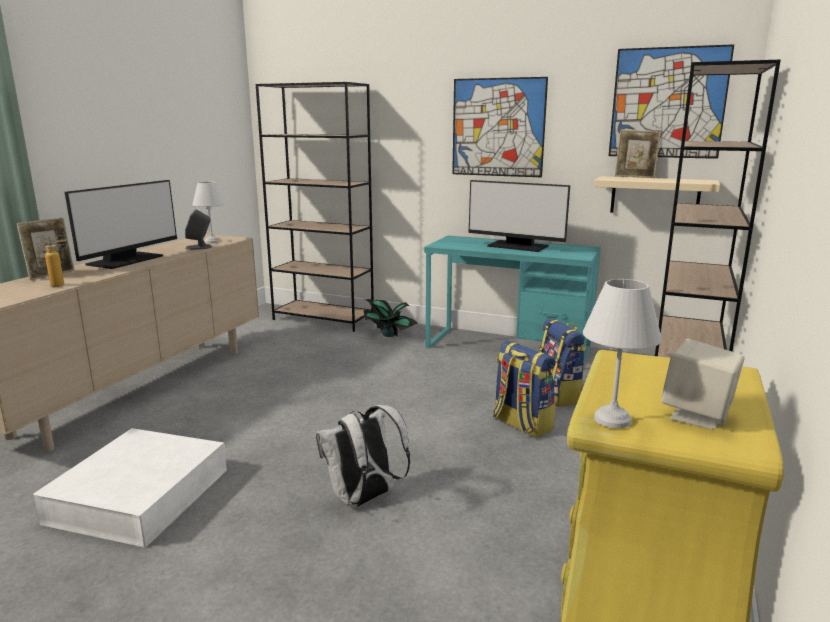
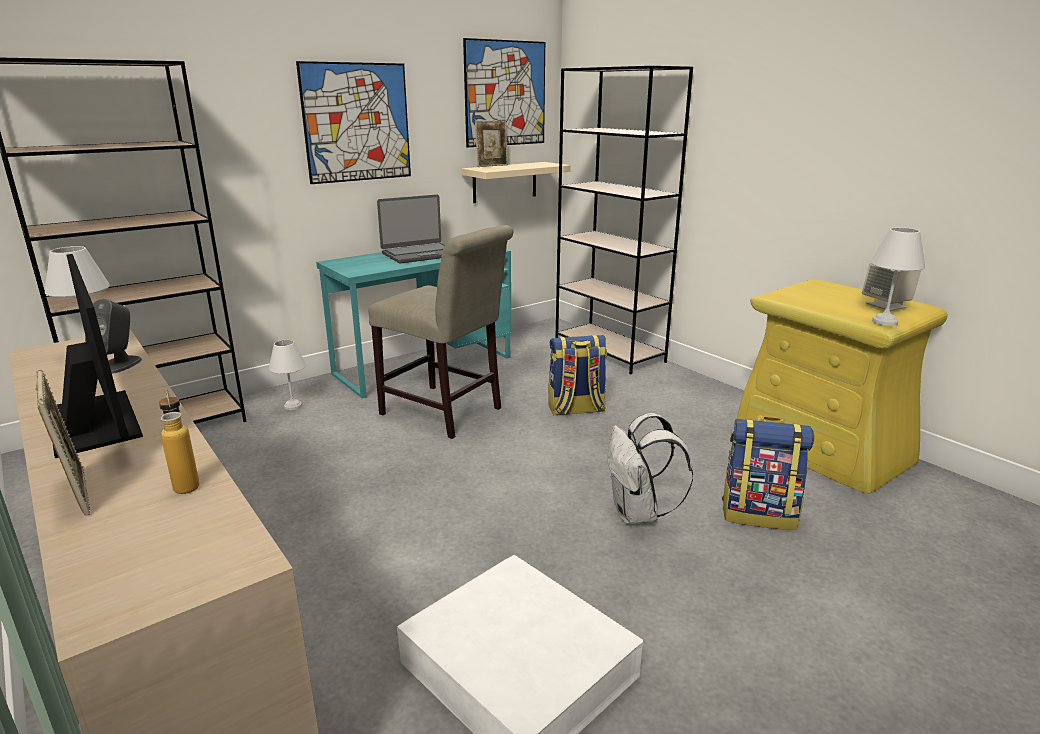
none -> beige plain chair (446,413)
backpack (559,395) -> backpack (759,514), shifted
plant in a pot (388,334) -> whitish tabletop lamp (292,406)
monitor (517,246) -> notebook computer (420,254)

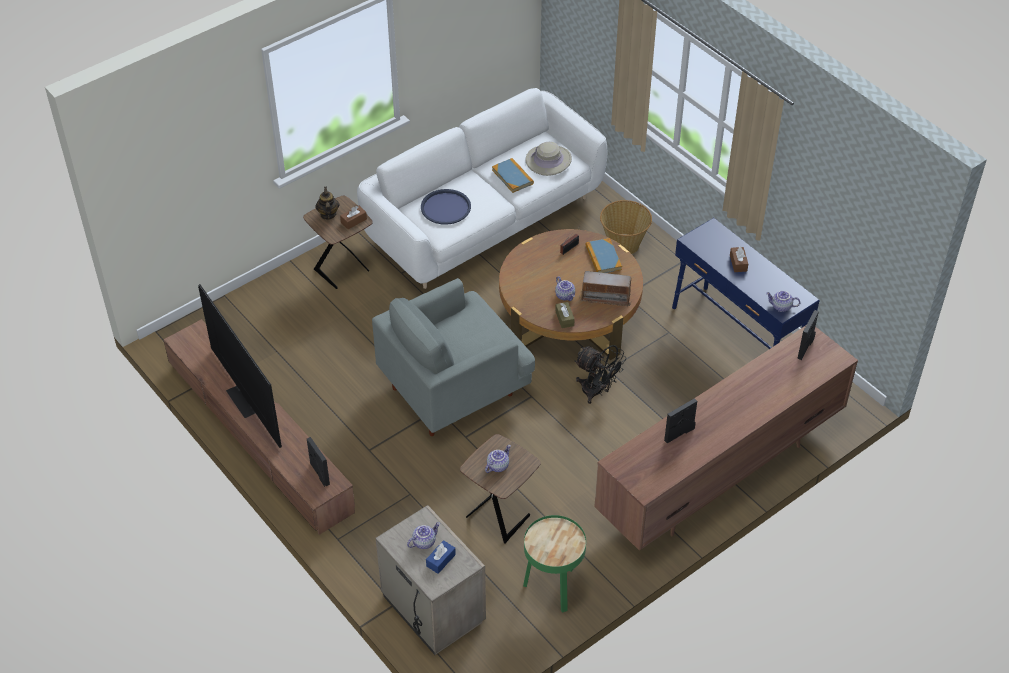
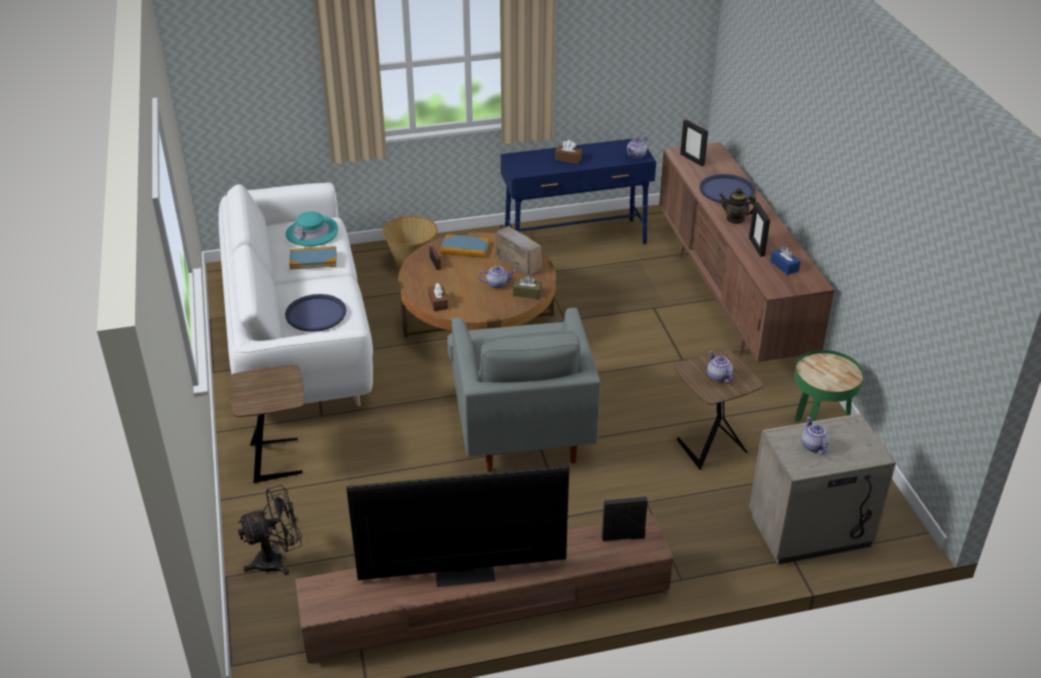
none -> bluish serving tray (727,190)
teapot (328,214) -> teapot (735,219), shifted
brownish tissue box (354,221) -> brownish tissue box (438,302), shifted
bluish tissue box (441,560) -> bluish tissue box (784,266), shifted
blackish electric fan (596,392) -> blackish electric fan (277,560), shifted
beige wearable hat (548,160) -> turquoise-coloured wearable hat (312,232)
radio receiver (606,297) -> radio receiver (518,262), 75 degrees counterclockwise

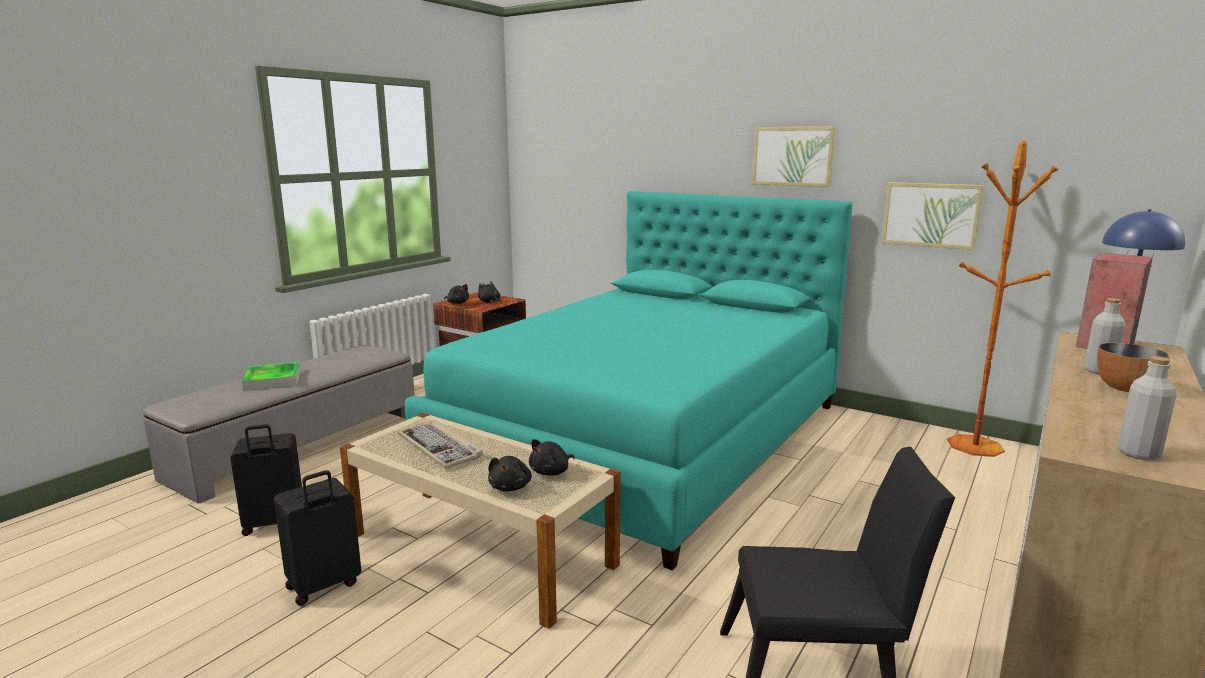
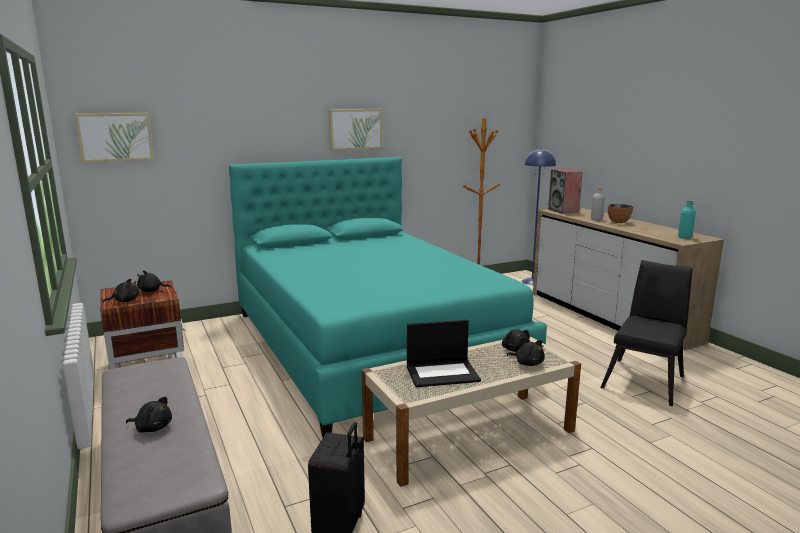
blackish travel case (324,586) -> none
wall art (931,215) -> wall art (115,137), shifted
serving tray (273,380) -> blackish plush toy (152,428)
keyboard (440,447) -> notebook computer (443,373)
greyish bottle (1138,454) -> turquoise-coloured bottle (685,237)

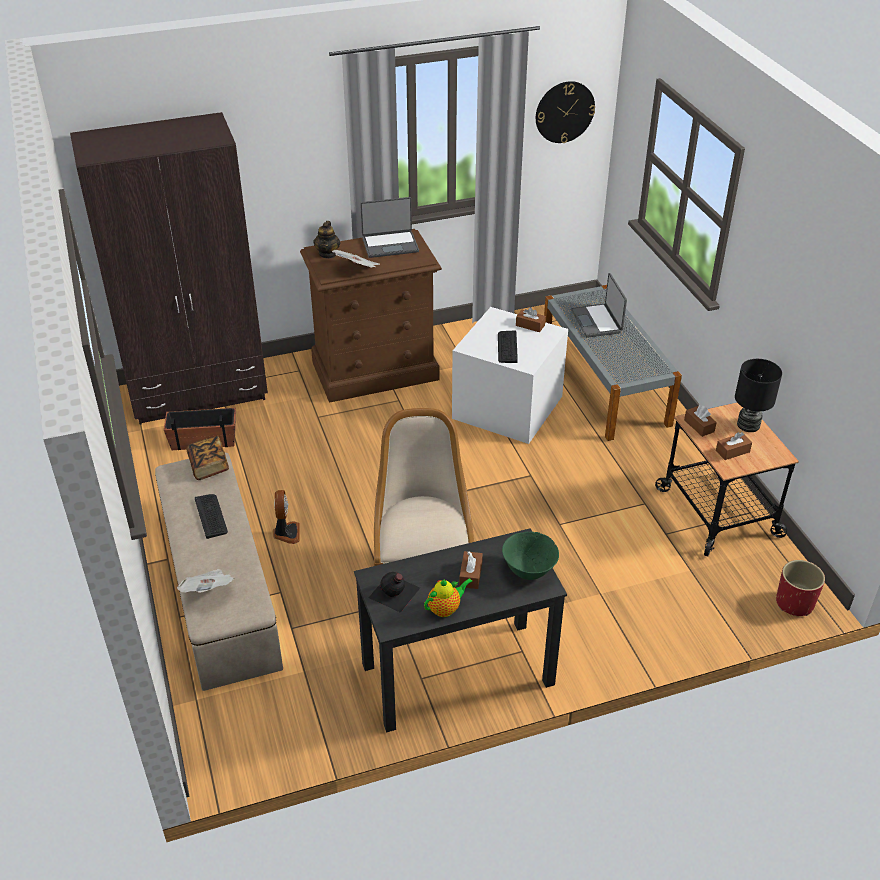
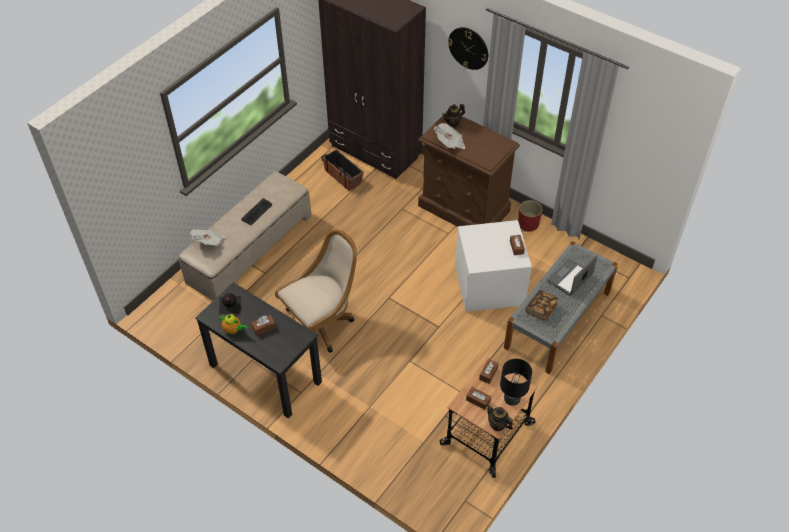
electric fan (286,533) -> none
notebook computer (390,244) -> none
keyboard (507,347) -> none
greenish deep dish (528,570) -> none
none -> teapot (497,424)
volume (209,466) -> volume (541,309), shifted
hanging clock (564,112) -> hanging clock (468,48), shifted
red-coloured plant pot (795,603) -> red-coloured plant pot (528,224), shifted

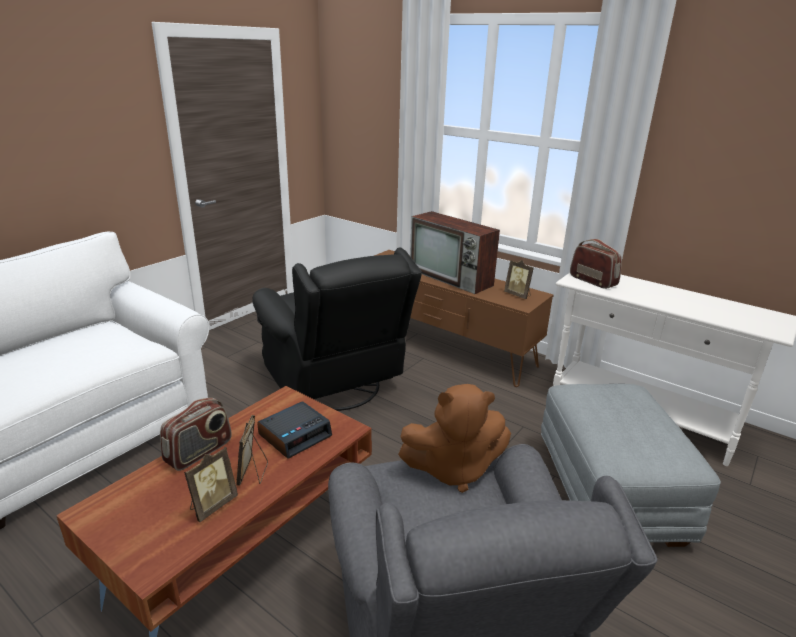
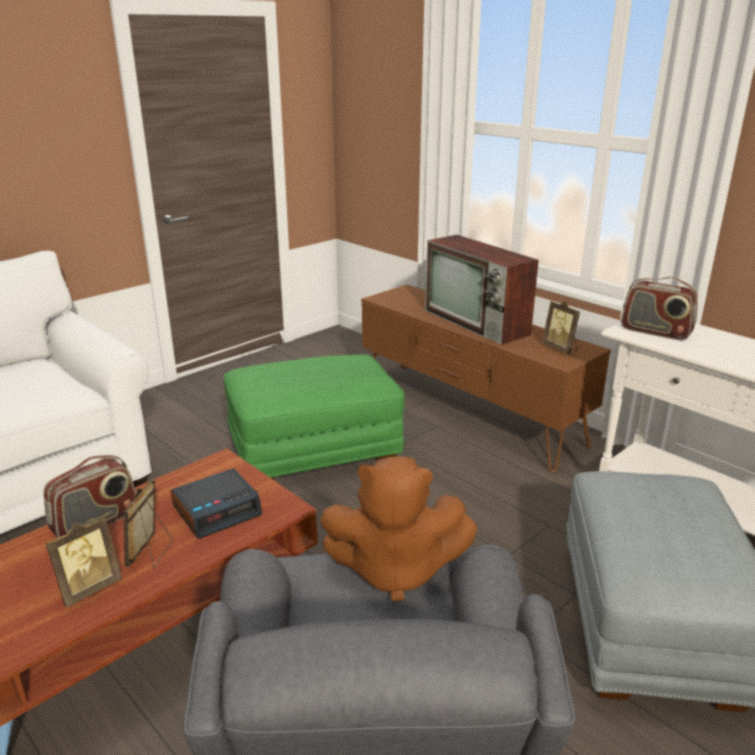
blackish lounge chair (335,385) -> greenish ottoman (314,453)
radio receiver (593,281) -> radio receiver (655,332), 150 degrees clockwise

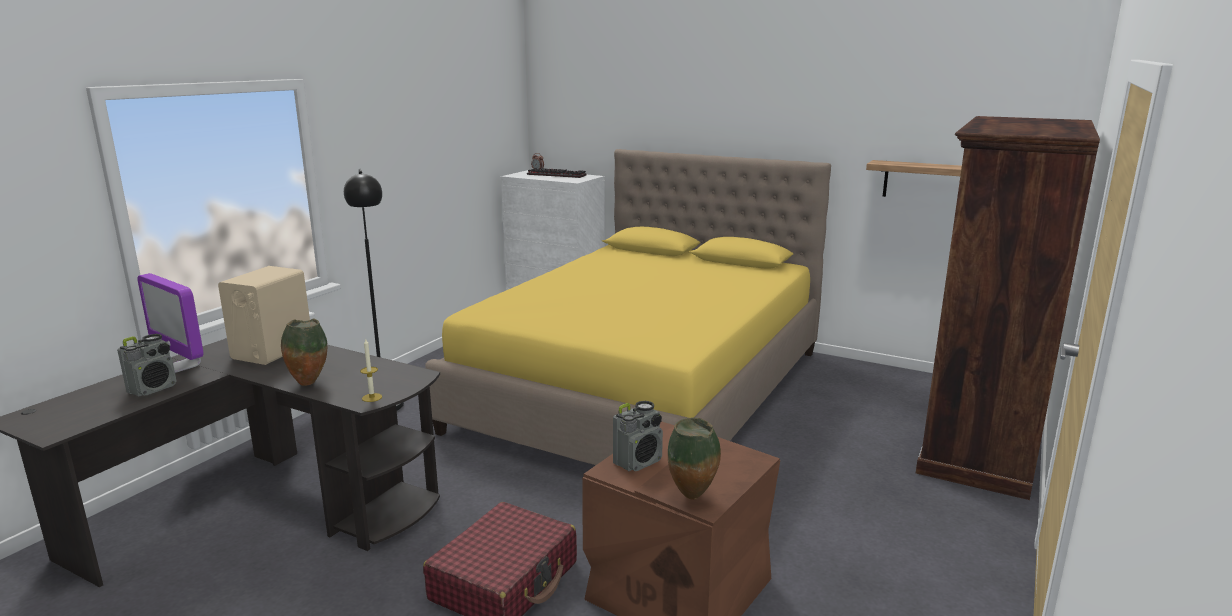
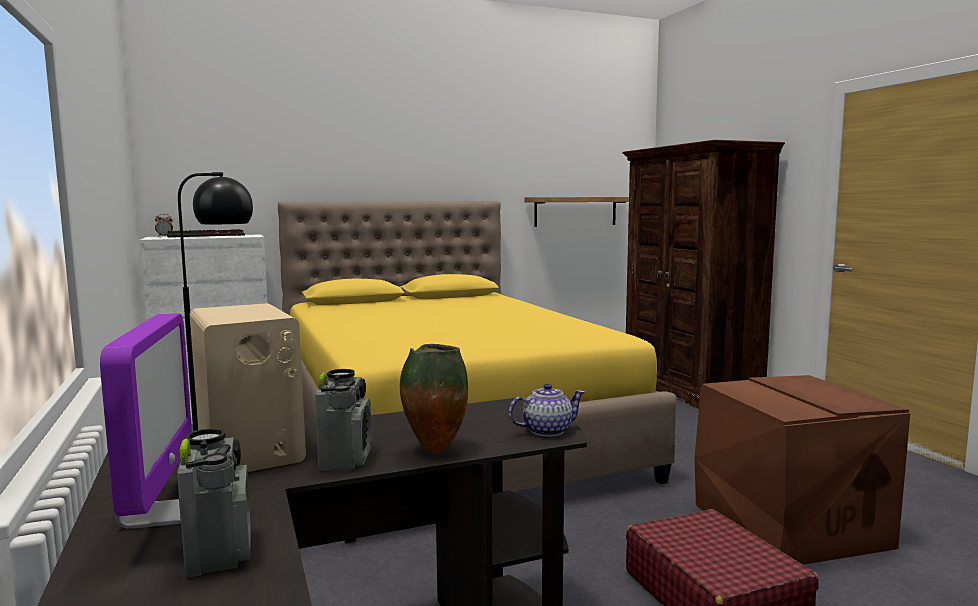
vase (693,498) -> none
radio receiver (638,462) -> radio receiver (346,458), shifted
wax light (372,397) -> teapot (546,430)
monitor (182,366) -> monitor (156,515), 90 degrees counterclockwise

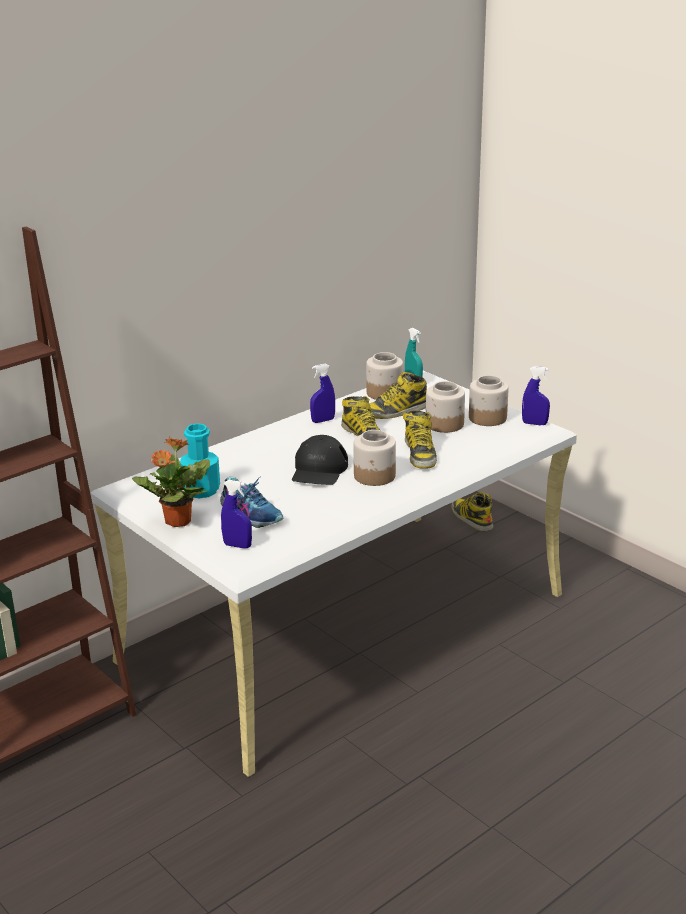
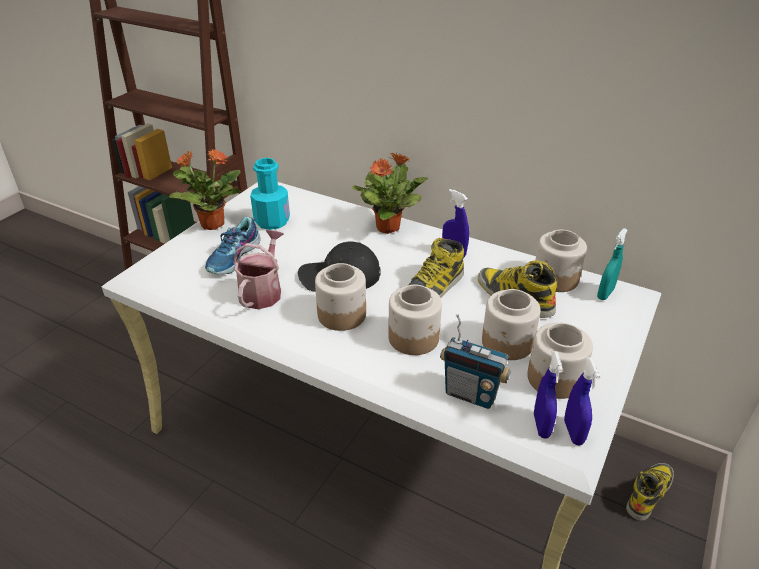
none -> watering pot (263,291)
none -> plant in a pot (388,227)
none -> radio receiver (471,394)
bluish sprayer (237,545) -> bluish sprayer (541,426), shifted
boot (420,454) -> jar (414,338)

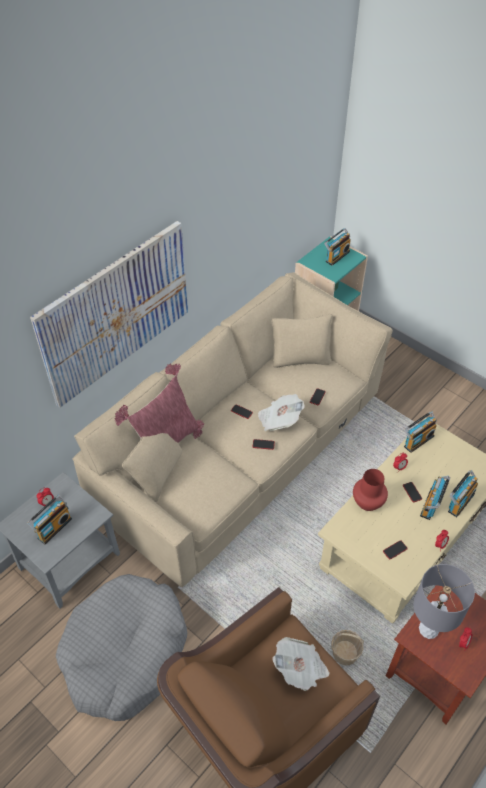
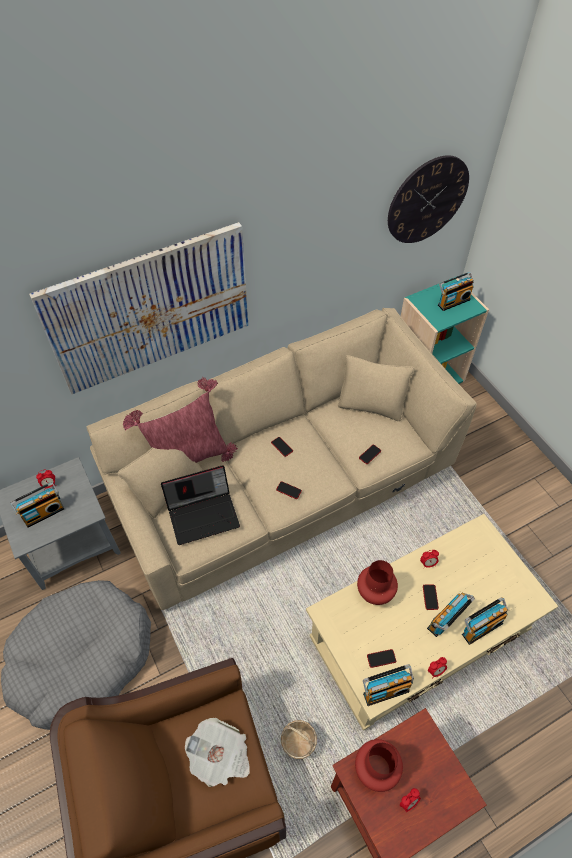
daily paper (279,420) -> none
none -> notebook computer (204,514)
none -> hanging clock (427,200)
radio receiver (417,440) -> radio receiver (385,690), shifted
greyish tabletop lamp (428,629) -> red-coloured vase (375,769)

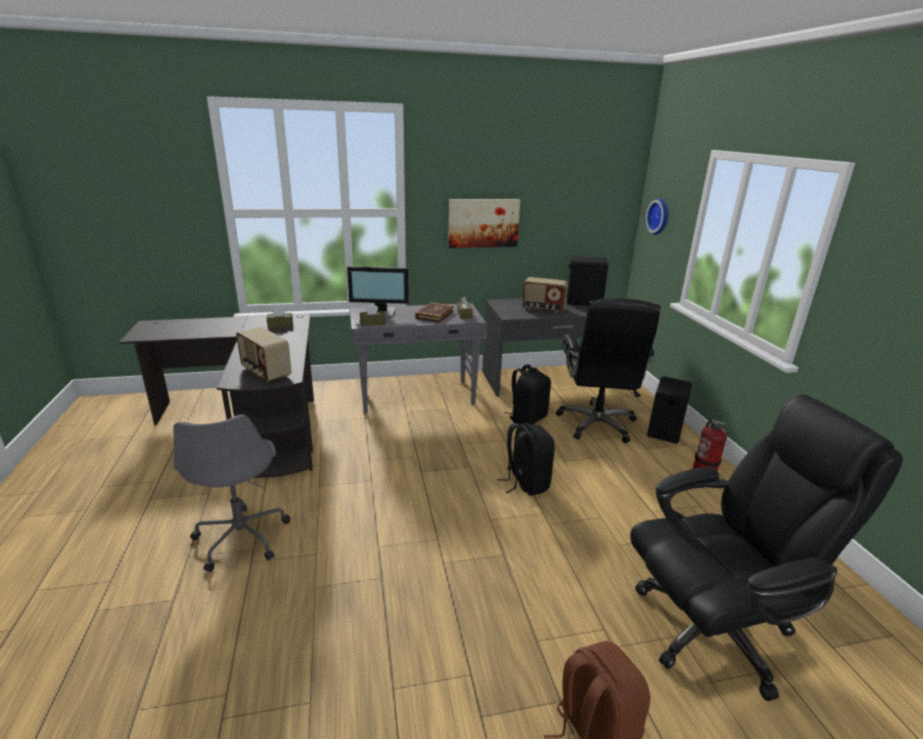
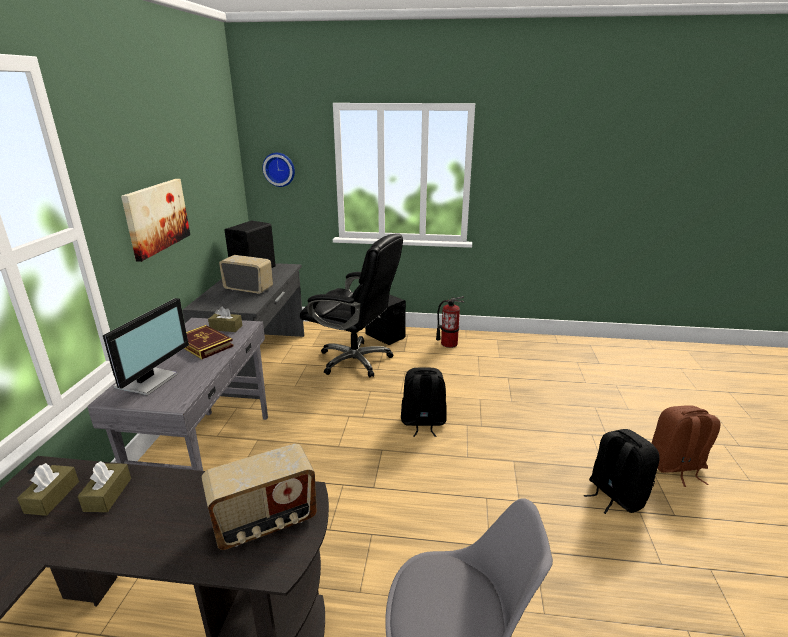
blackish computer chair (712,628) -> none
brownish tissue box (373,323) -> brownish tissue box (108,494), shifted
blackish backpack (527,418) -> blackish backpack (615,495), shifted
radio receiver (543,308) -> radio receiver (249,289), 105 degrees counterclockwise

